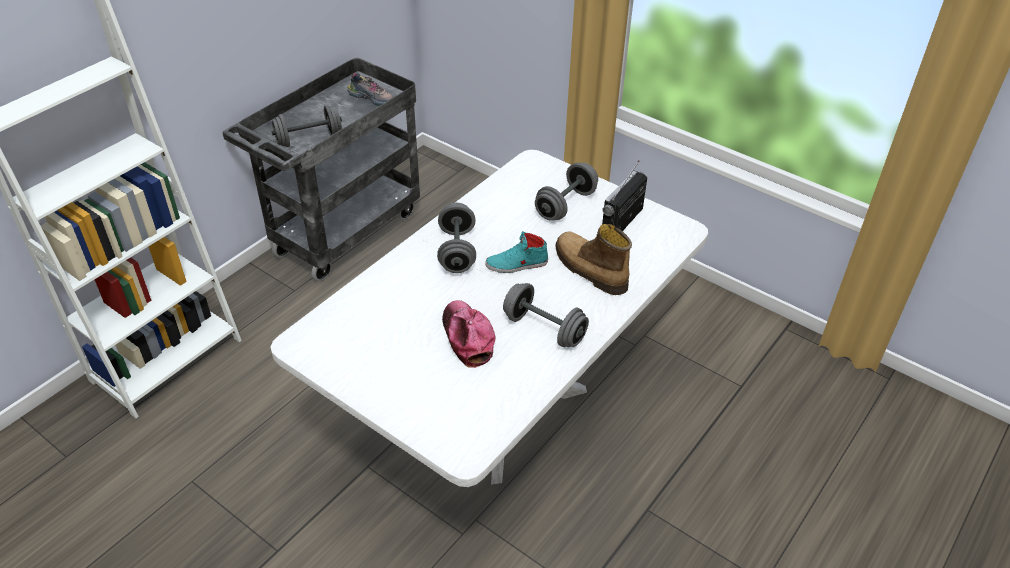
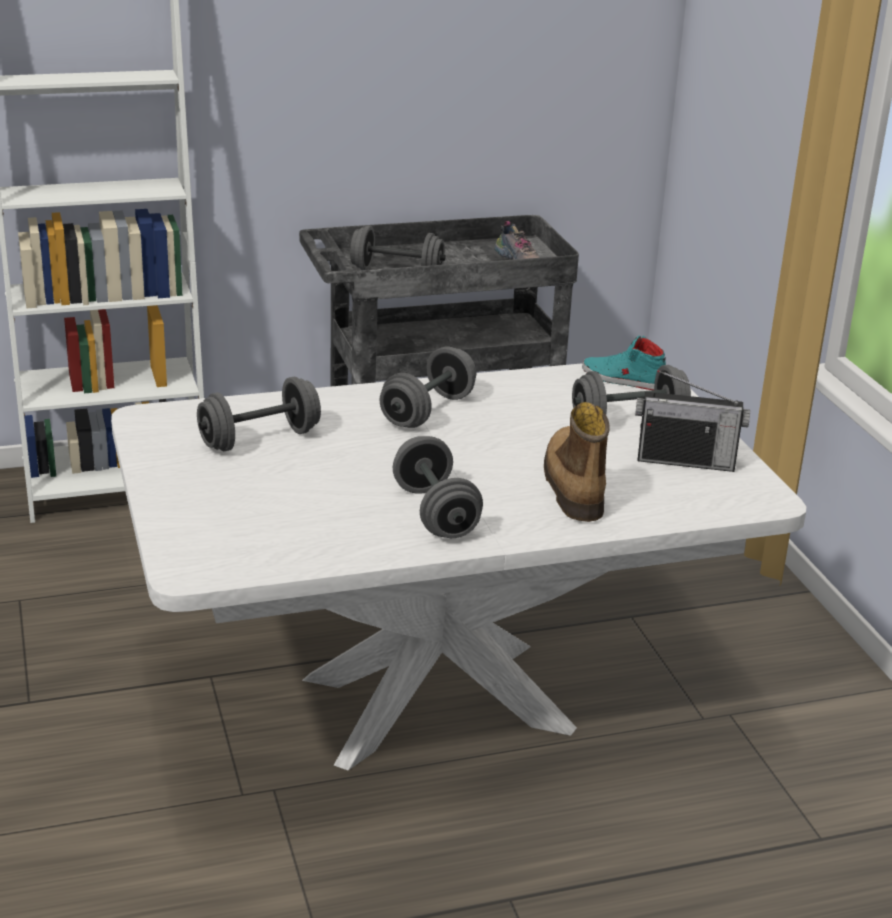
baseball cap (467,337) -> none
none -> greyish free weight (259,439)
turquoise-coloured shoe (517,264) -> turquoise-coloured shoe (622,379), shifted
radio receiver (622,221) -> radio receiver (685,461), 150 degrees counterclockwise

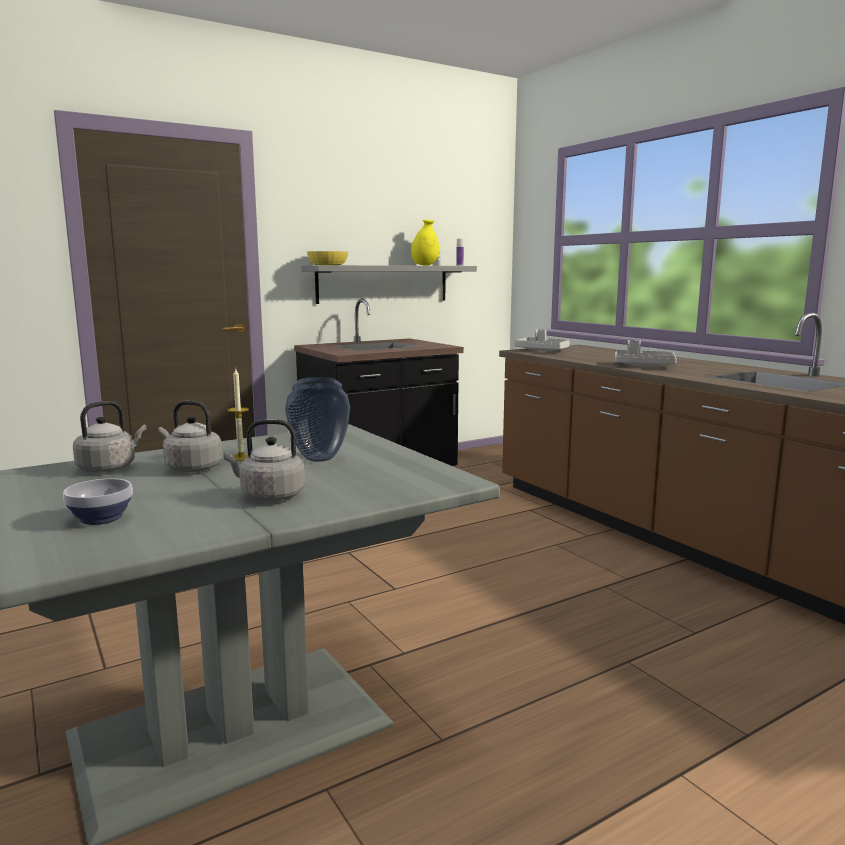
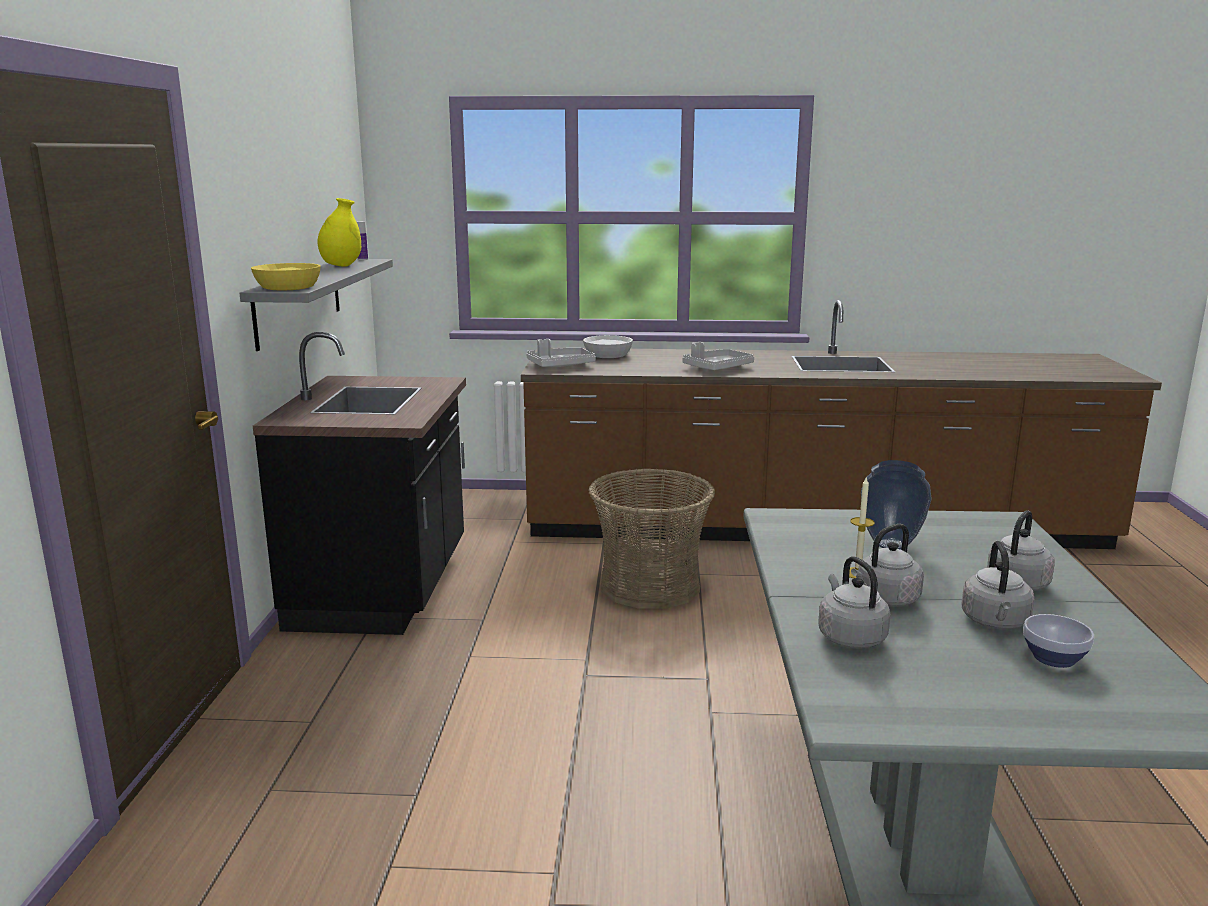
none -> whitish deep dish (608,355)
none -> household basket (649,586)
none -> greyish tea kettle (995,622)

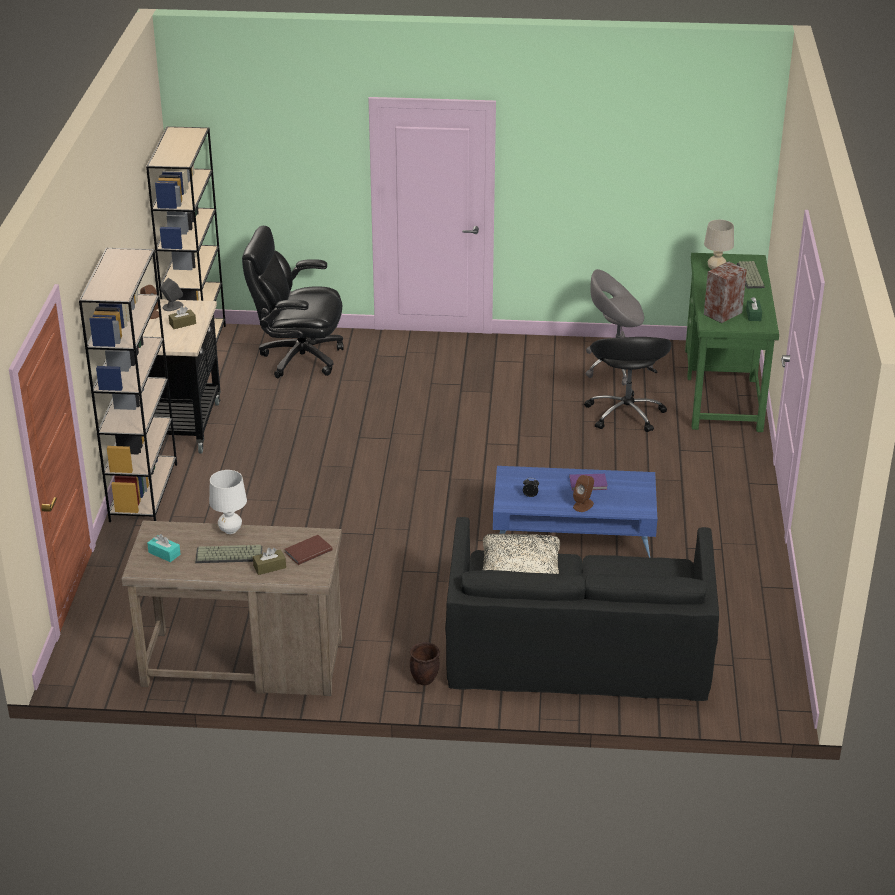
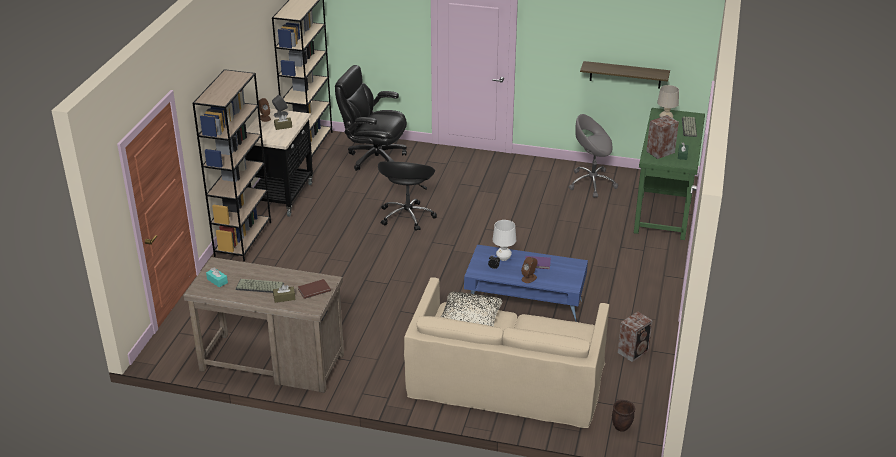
none -> shelf (625,75)
none -> loudspeaker (634,351)
whitish tabletop lamp (230,530) -> whitish tabletop lamp (503,258), shifted
brownish plant pot (424,680) -> brownish plant pot (621,427), shifted
blackish computer chair (625,415) -> blackish computer chair (407,217), shifted
blackish settee (578,647) -> beige settee (506,379)

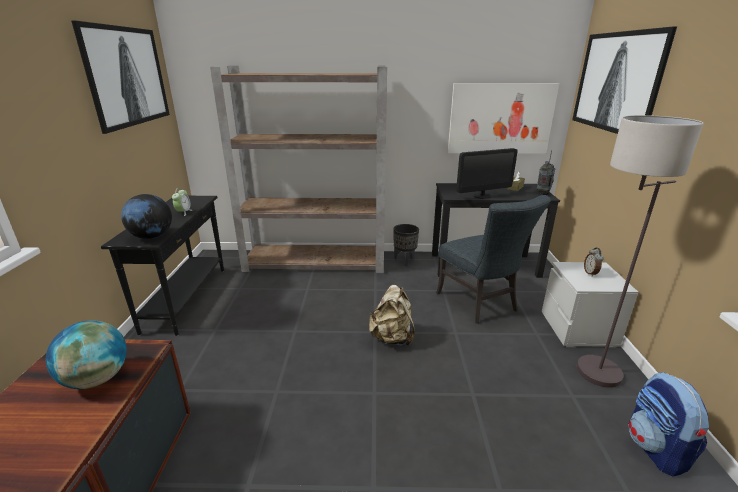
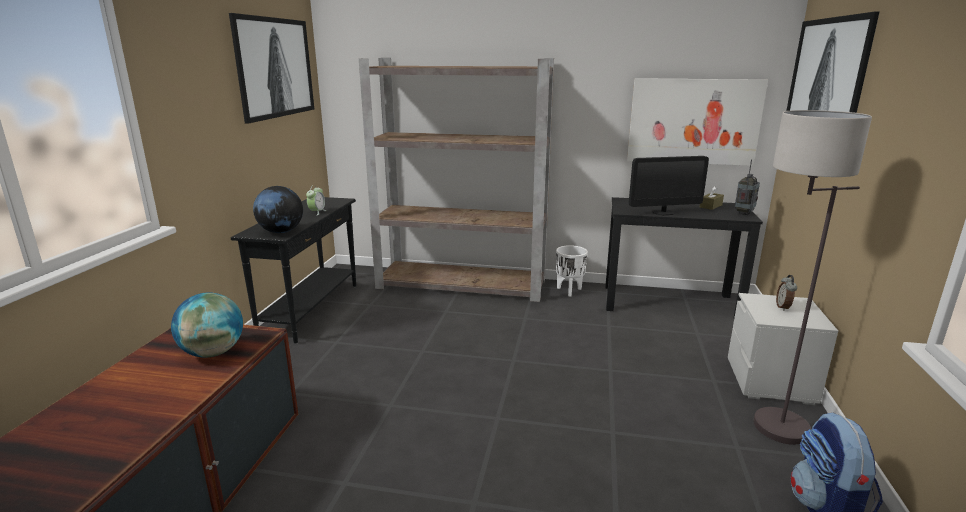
beige backpack (392,338) -> none
greyish plain chair (480,303) -> none
blackish plant pot (404,260) -> whitish plant pot (569,290)

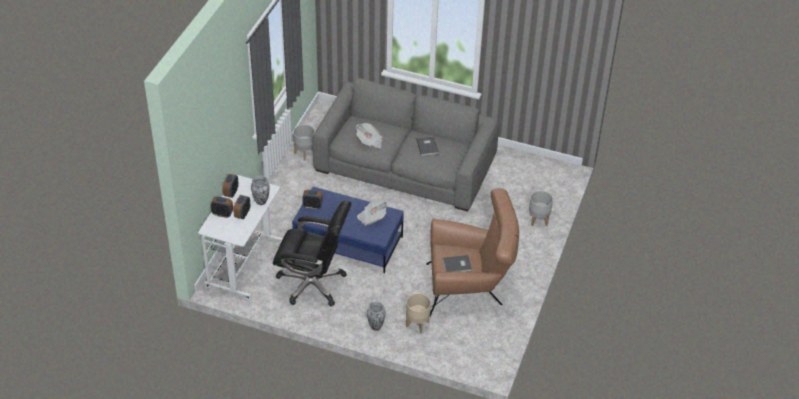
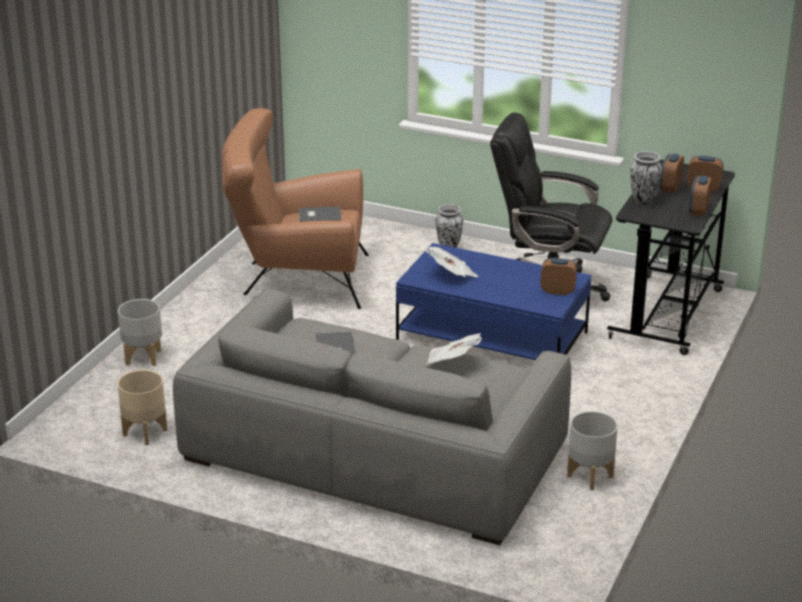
beige plant pot (417,324) -> beige plant pot (144,432), shifted
whitish desk unit (244,265) -> blackish desk unit (666,314)

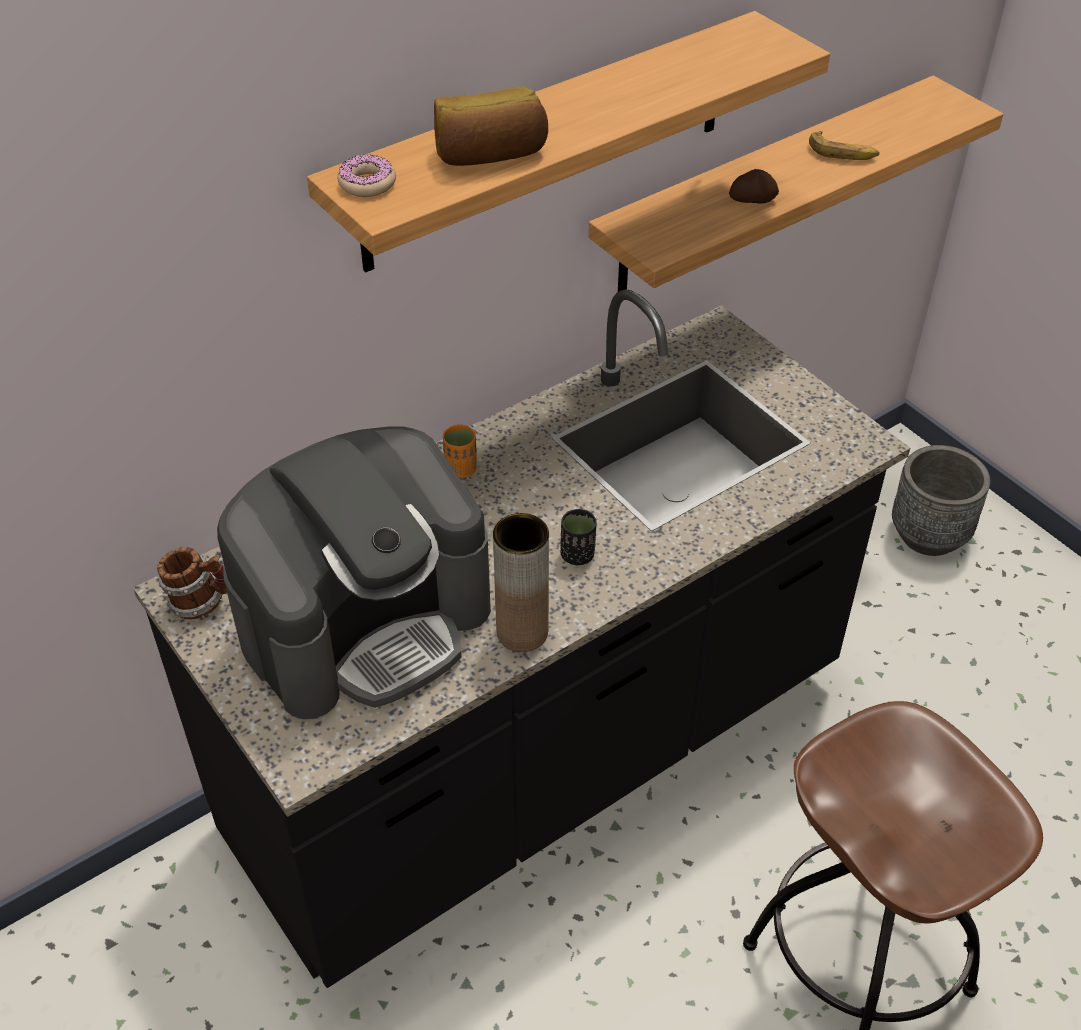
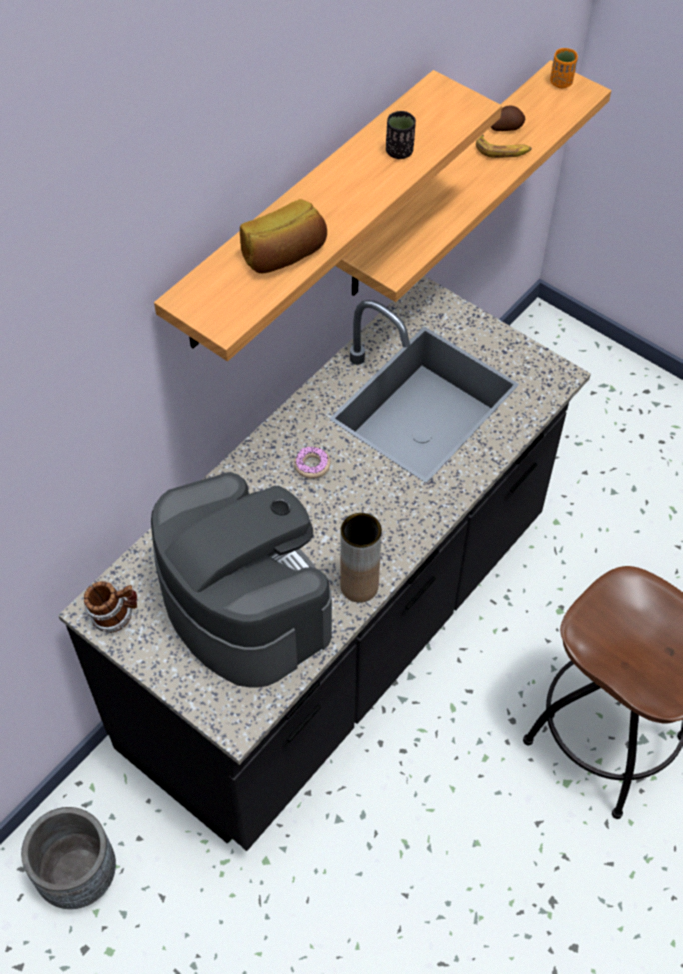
donut (367,184) -> donut (312,465), shifted
orangey small cup (461,469) -> orangey small cup (561,82), shifted
blackish small cup (577,555) -> blackish small cup (399,152), shifted
whole potato (752,199) -> whole potato (506,127), shifted
greyish plant pot (928,535) -> greyish plant pot (78,874), shifted
coffee maker (366,622) -> coffee maker (244,604), 75 degrees counterclockwise

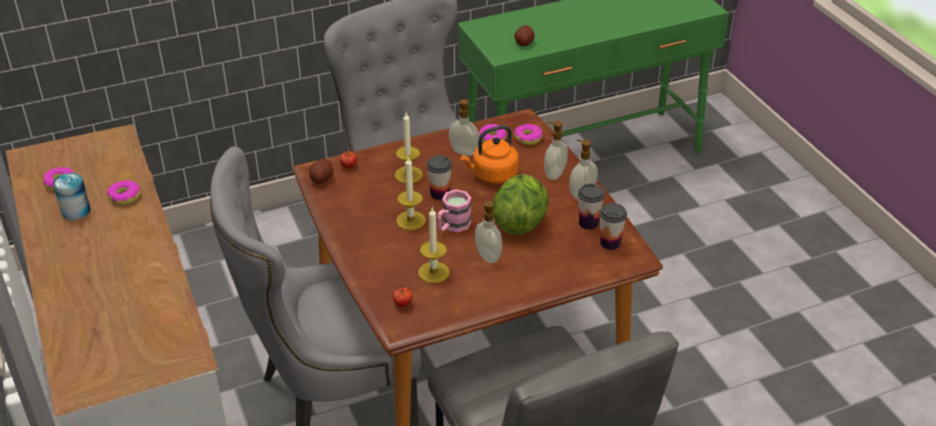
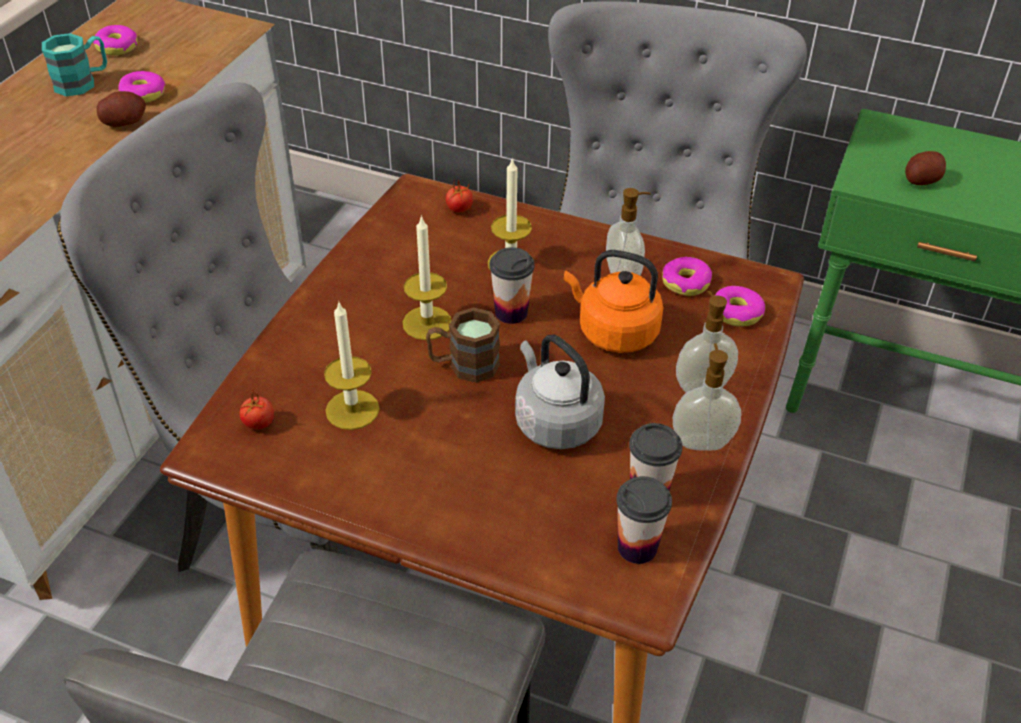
soap dispenser (487,256) -> none
whole potato (321,179) -> whole potato (124,122), shifted
metal can (76,211) -> turquoise-coloured tea mug (83,82)
lettuce head (519,222) -> greyish tea kettle (555,422)
pinkish tea mug (452,226) -> brownish tea mug (463,365)

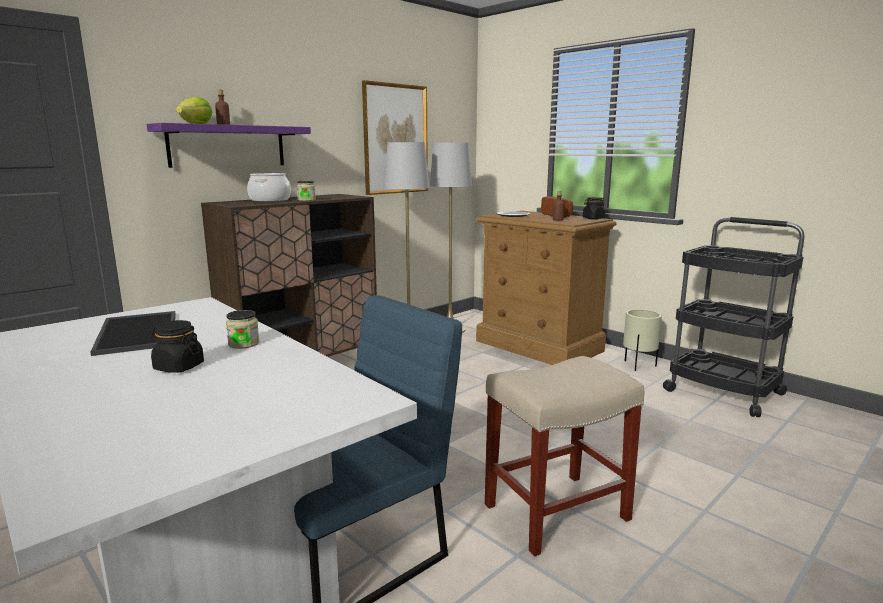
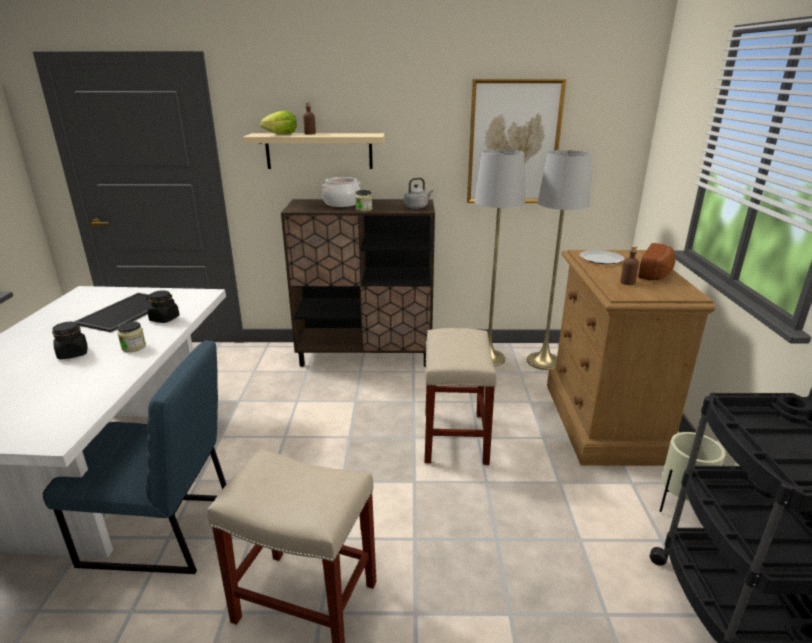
none -> greyish tea kettle (417,207)
none -> beige stool (455,438)
blackish jar (593,218) -> blackish jar (164,319), shifted
purple-coloured shelf (228,146) -> beige shelf (319,151)

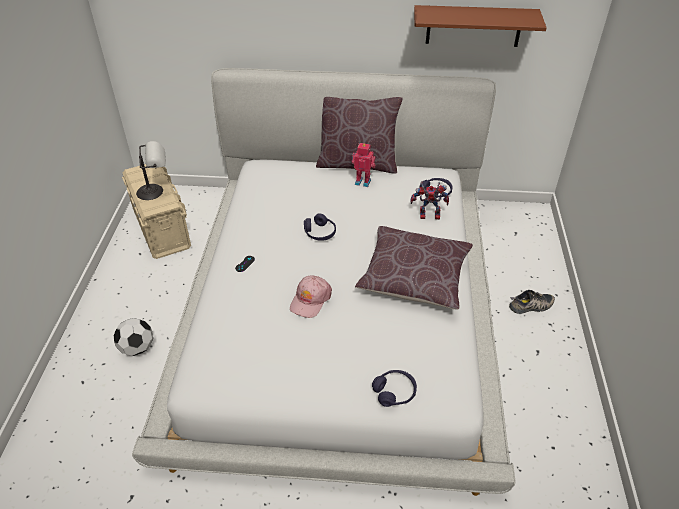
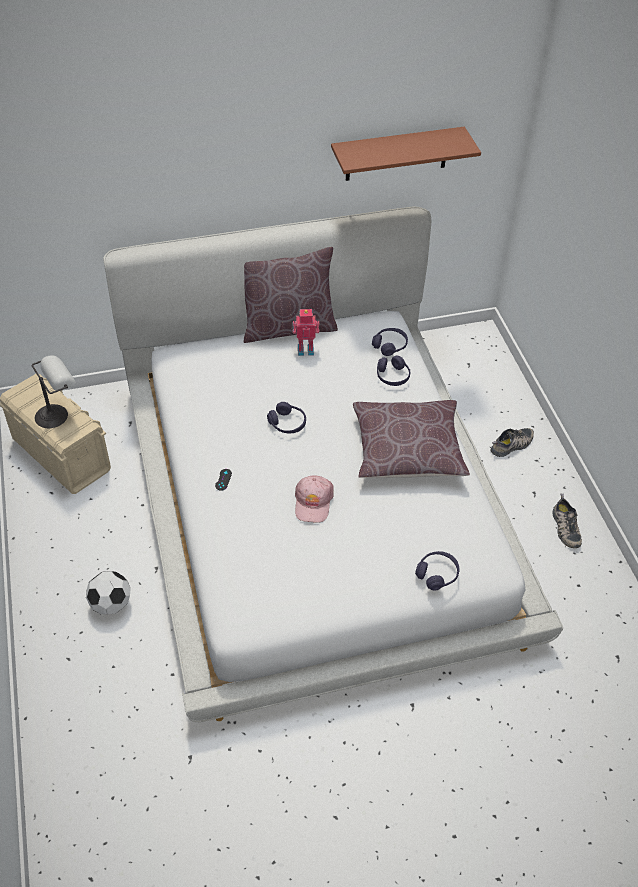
none -> shoe (564,527)
model robot (427,216) -> purple-coloured pair of headphones (392,376)

